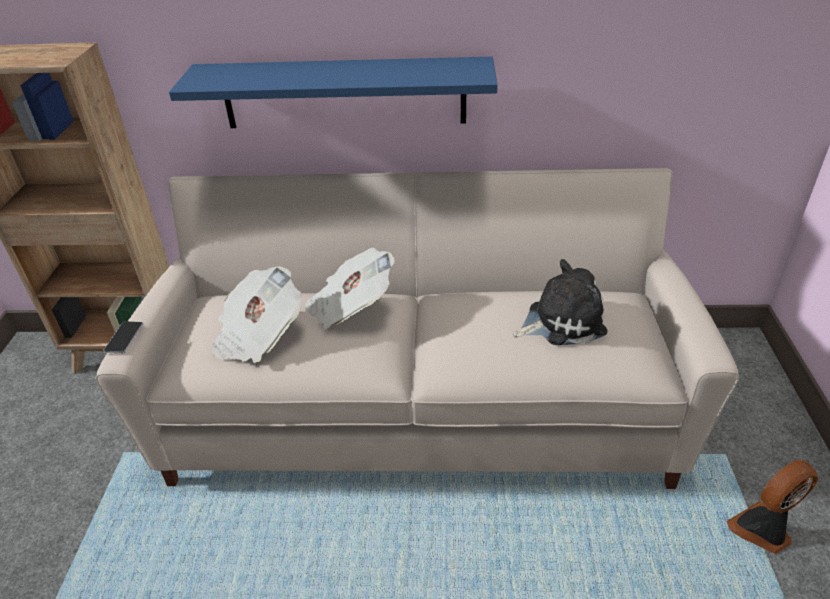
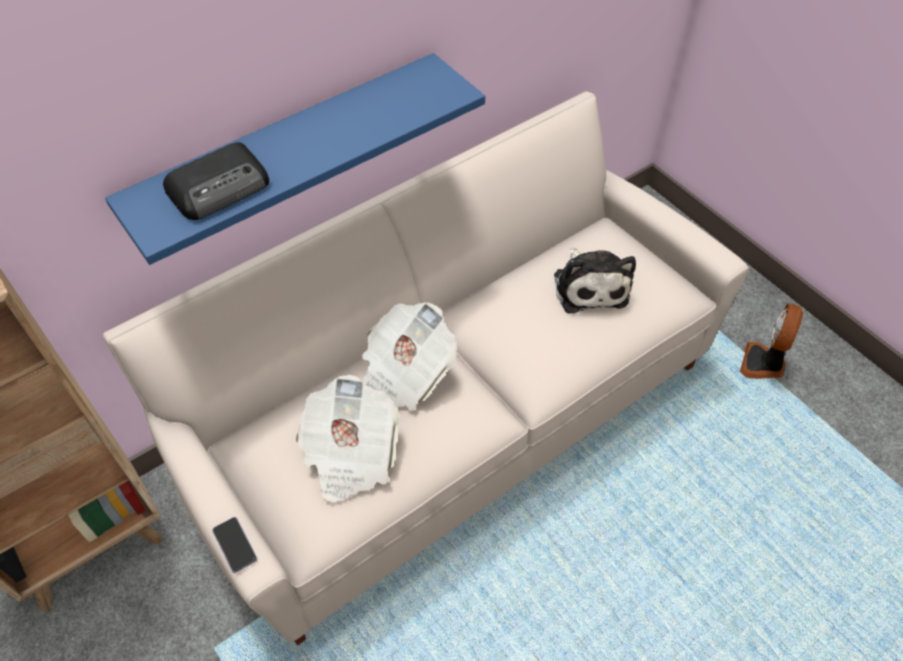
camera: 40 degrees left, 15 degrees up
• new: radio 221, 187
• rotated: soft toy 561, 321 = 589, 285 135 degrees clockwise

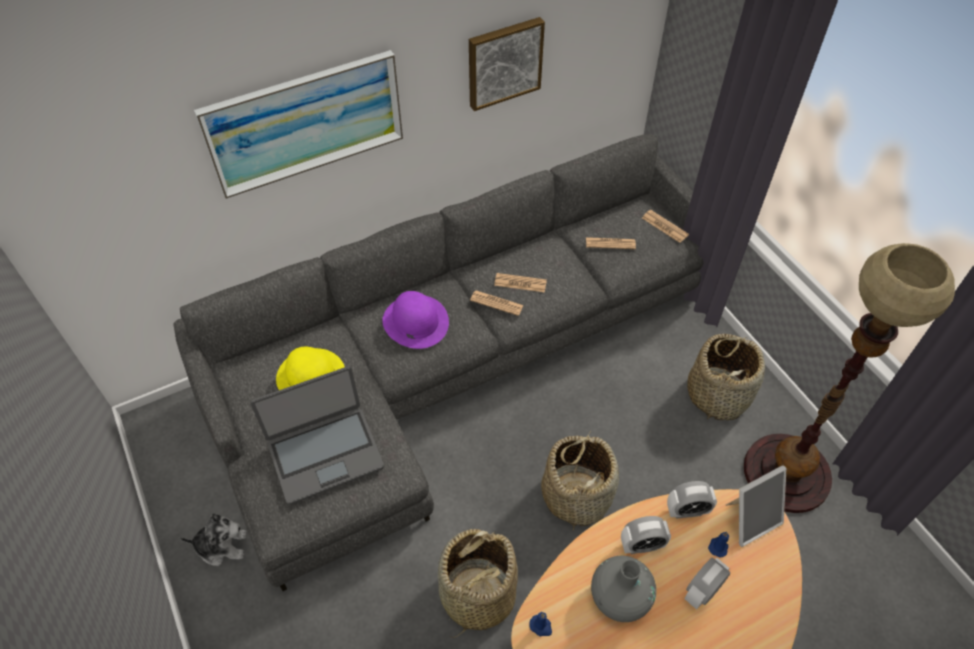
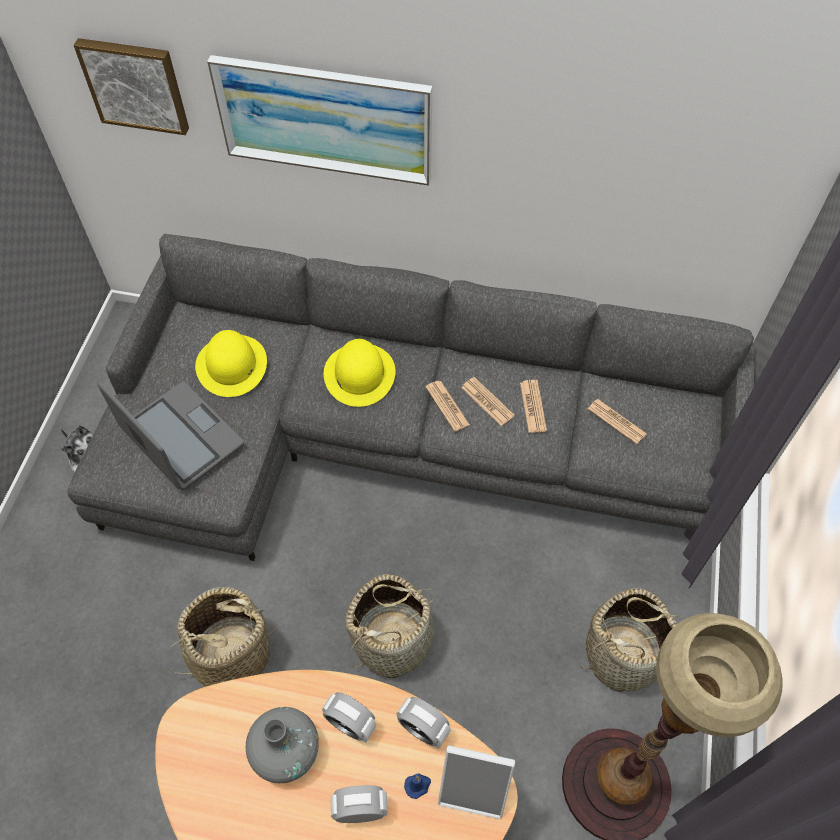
camera: 40 degrees right, 5 degrees up
• shifted: picture 504, 62 to 135, 84
• rotated: portable computer 325, 454 = 181, 438 150 degrees counterclockwise
• repainted: purple-coloured hat 415, 321 to yellowish hat 359, 373
• shifted: daily paper 664, 226 to 533, 406
• gone: blue wax light 541, 626

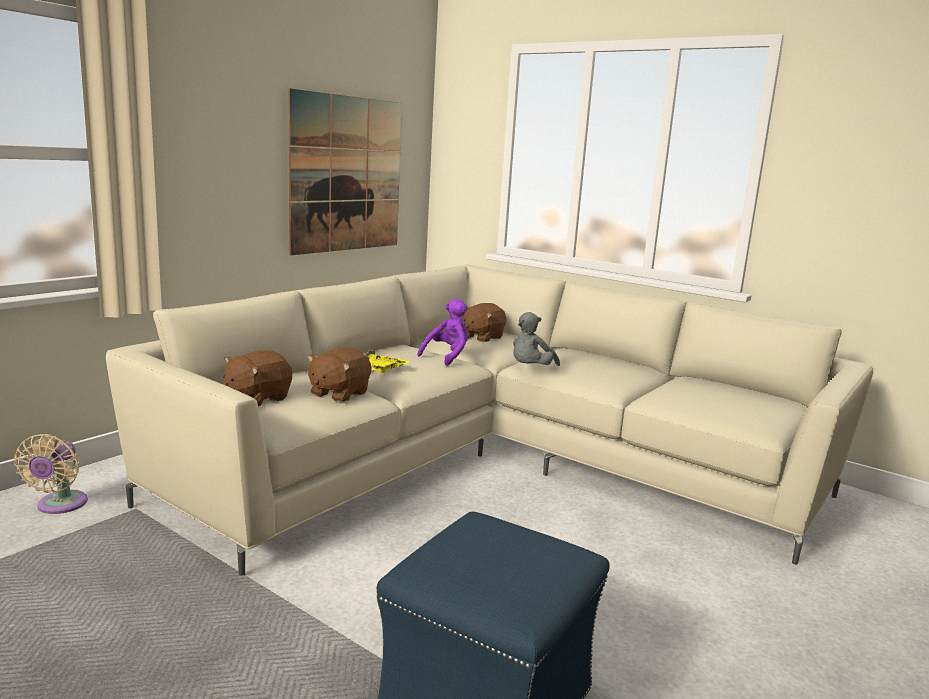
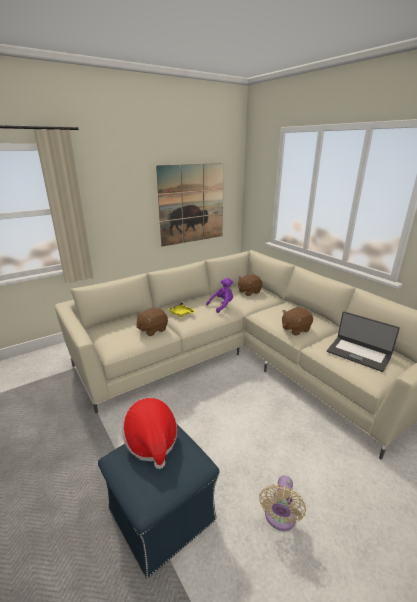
camera: 20 degrees right, 10 degrees up
• new: hat 151, 442
• shifted: beige-coloured cooling fan 59, 505 to 279, 518
• shifted: brown-coloured soft toy 257, 398 to 295, 329
• new: portable computer 358, 353
• gone: grey soft toy 530, 369

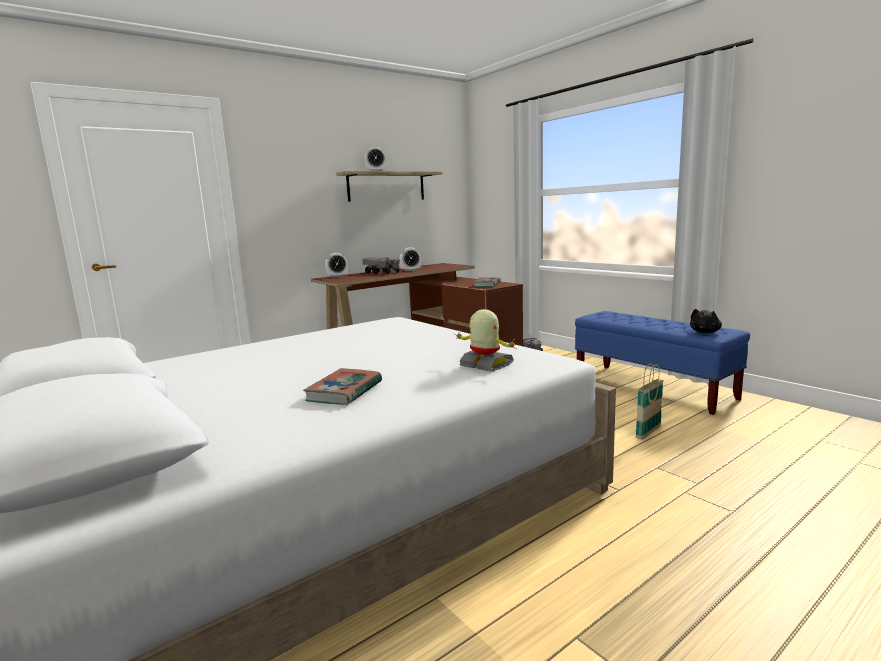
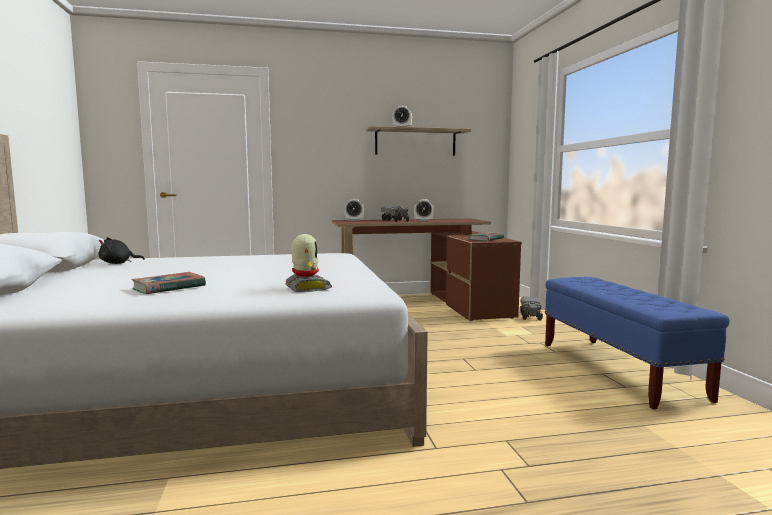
camera: 25 degrees right, 5 degrees down
• shifted: black-coloured soft toy 705, 332 to 118, 263
• gone: household basket 648, 432

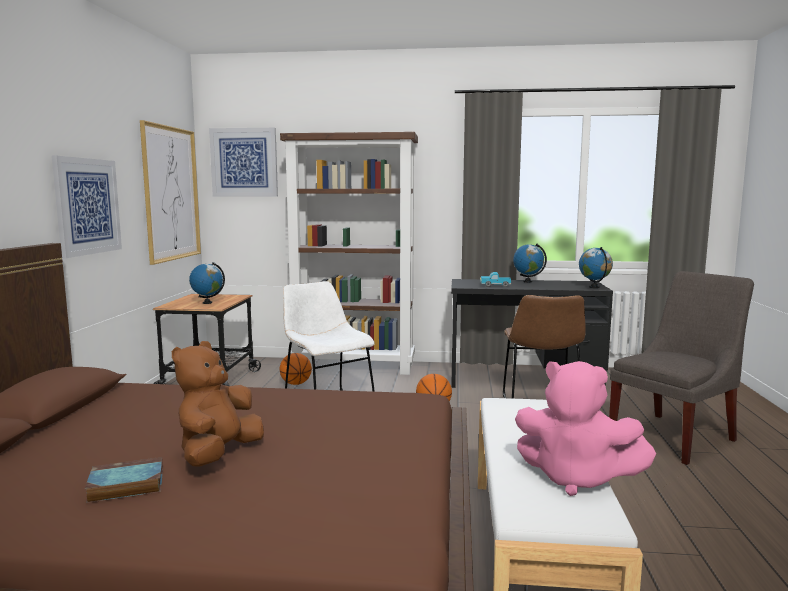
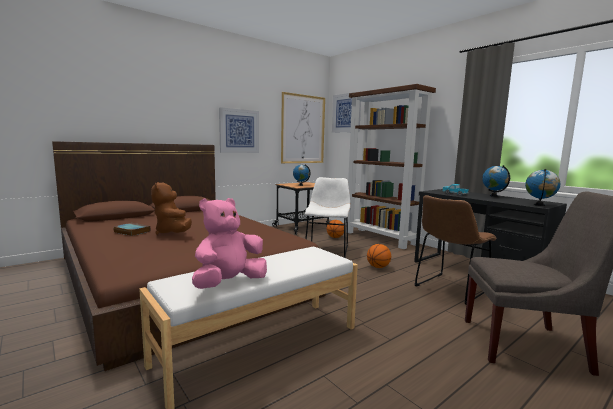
camera: 45 degrees right, 0 degrees up
• rotated: brown-coloured soft toy 218, 455 = 173, 233 90 degrees counterclockwise
• rotated: pinkish soft toy 576, 478 = 229, 283 60 degrees clockwise

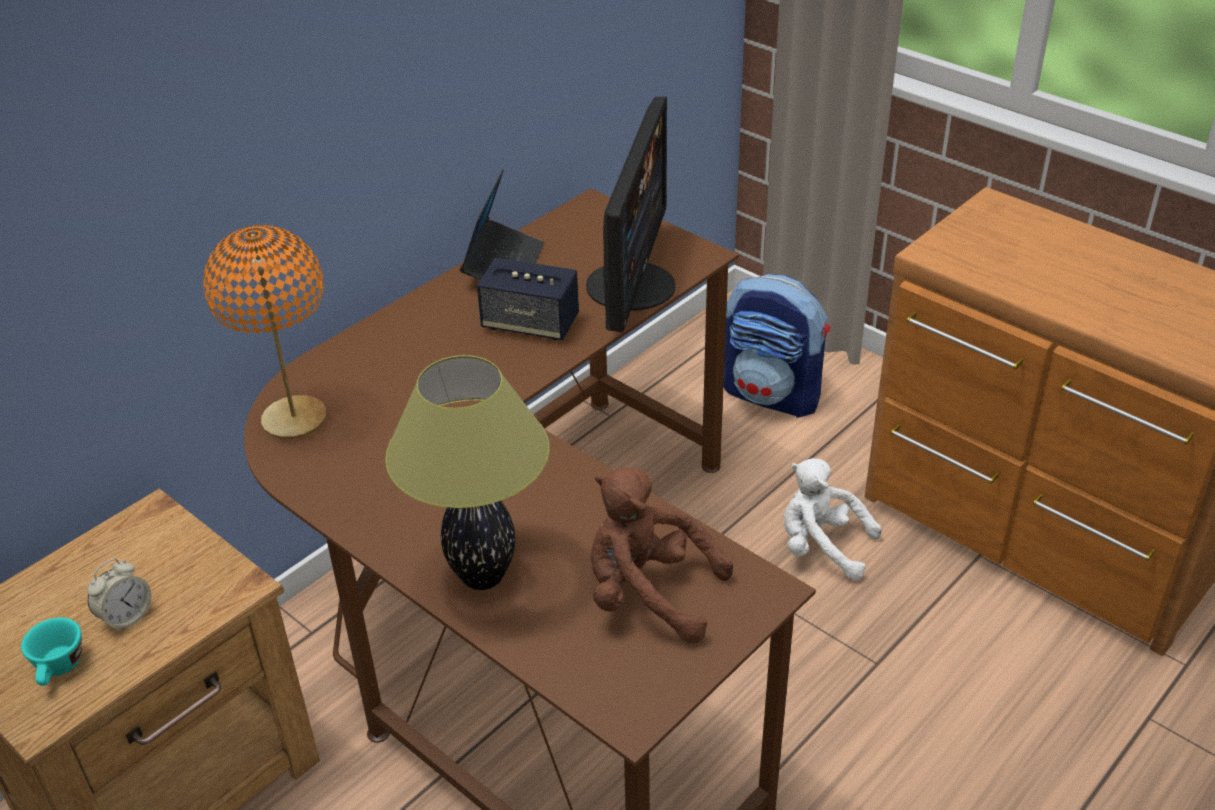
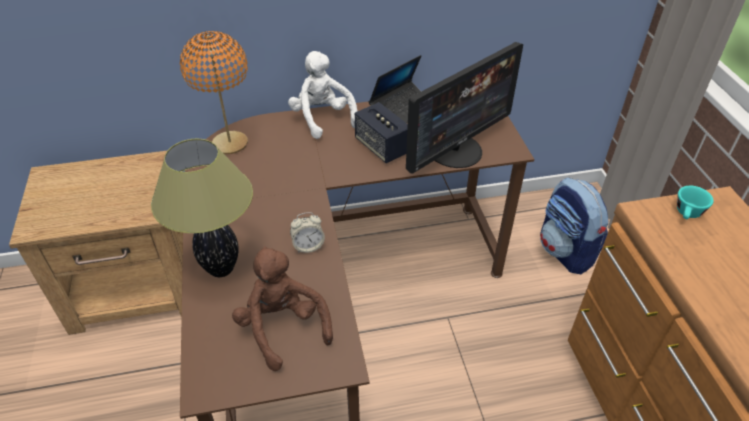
camera: 35 degrees right, 5 degrees up
• shifted: white soft toy 821, 547 to 322, 118
• shifted: alarm clock 126, 617 to 308, 246
• shifted: blue-green small cup 59, 669 to 687, 214

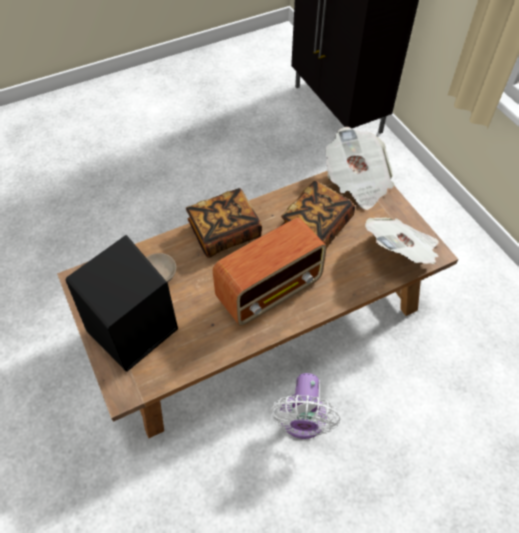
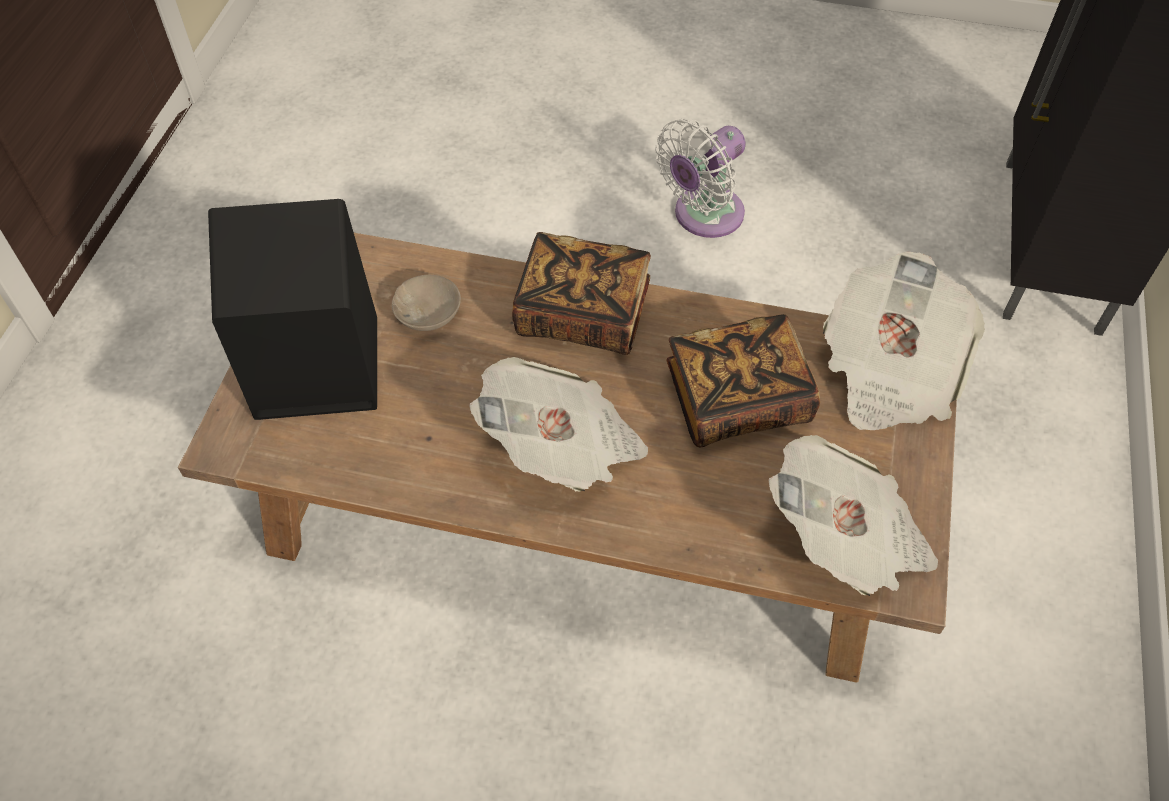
camera: 40 degrees right, 0 degrees up
• swapped: radio 270, 290 to daily paper 563, 448
• shifted: white cooling fan 302, 421 to 703, 216

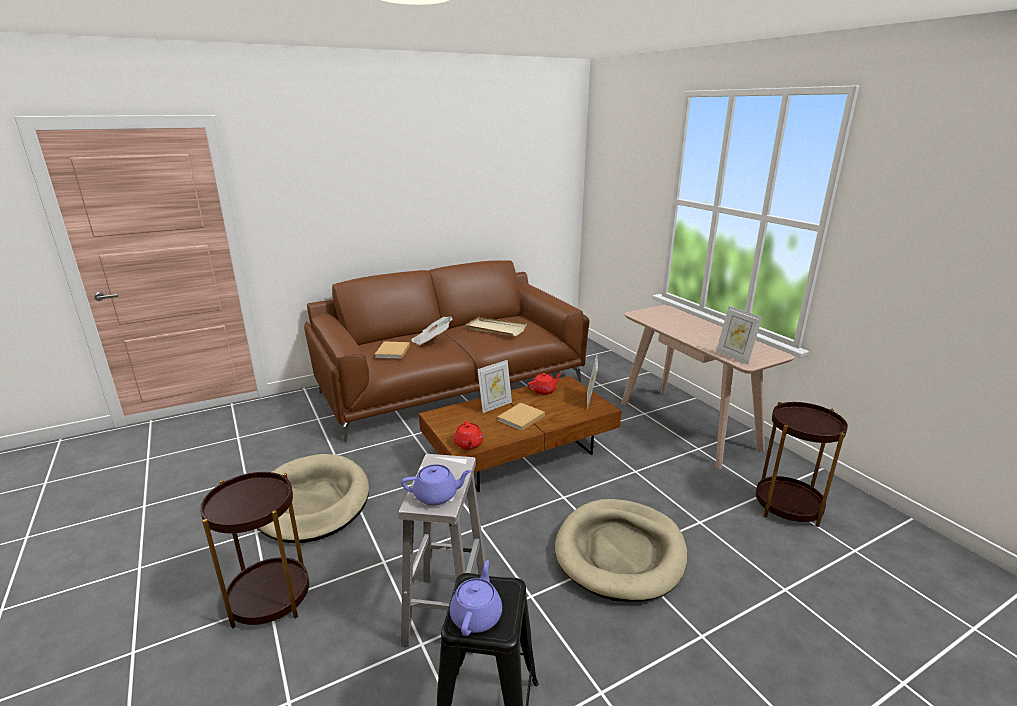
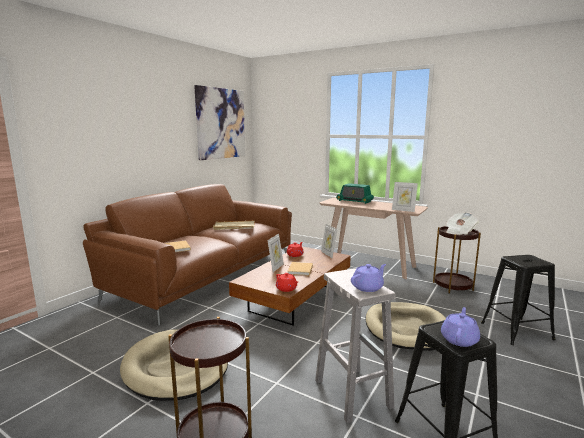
camera: 30 degrees left, 10 degrees down
• new: picture 221, 123
• new: radio 354, 201
• rotated: purple-coloured tea pot 477, 615 = 459, 339 45 degrees clockwise
• shifted: daily paper 431, 341 to 459, 232
• new: black-coloured stool 516, 331

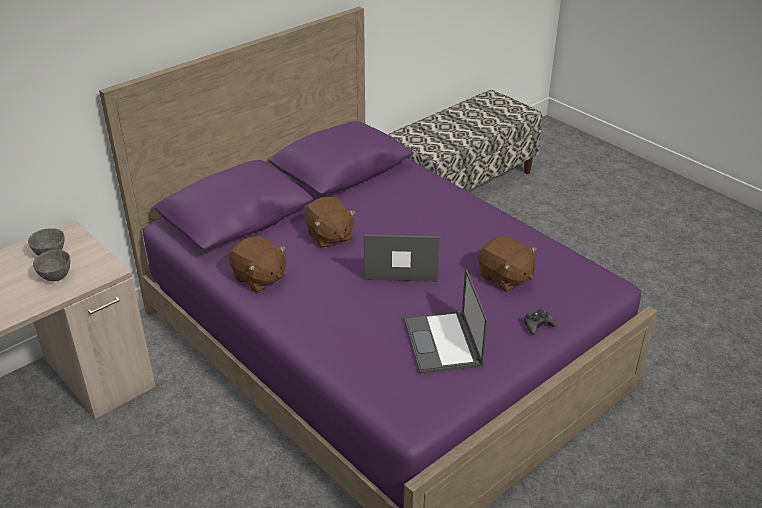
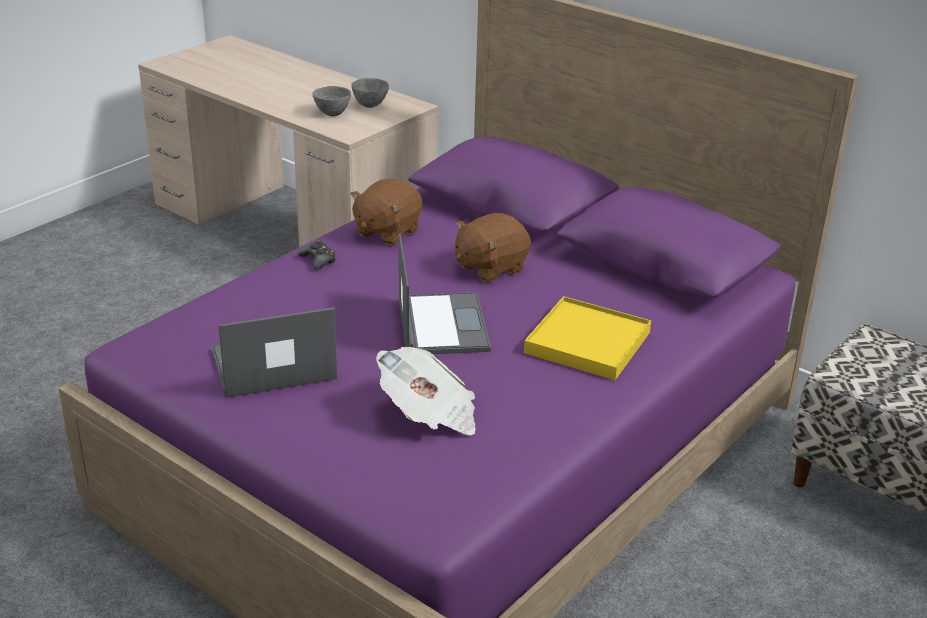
camera: 80 degrees right, 5 degrees down
• shifted: black-coloured game controller 538, 325 to 318, 260
• swapped: brown-coloured soft toy 505, 278 to daily paper 429, 414
• new: yellowish carrying tray 587, 343

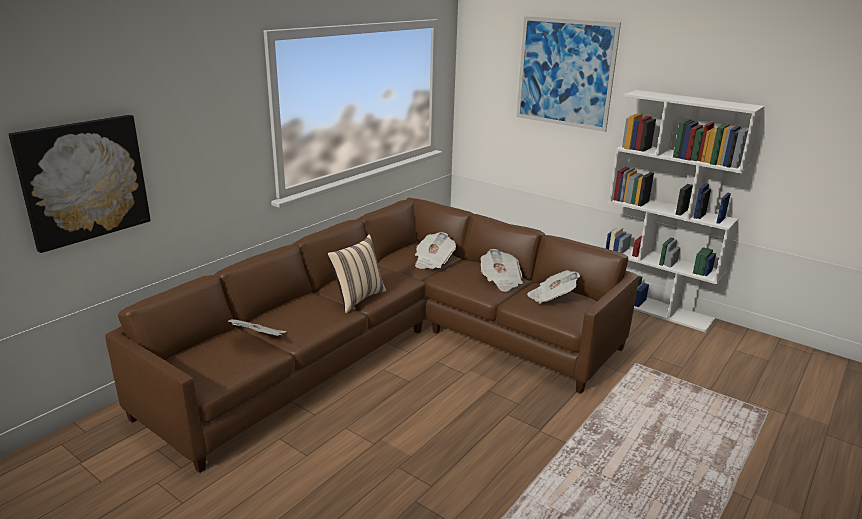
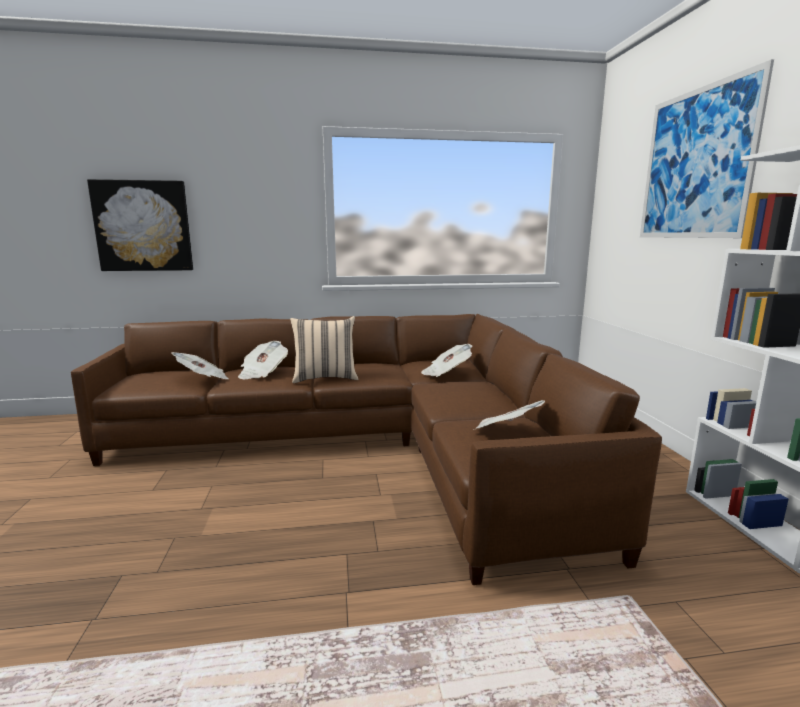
camera: 45 degrees right, 10 degrees down
• shifted: daily paper 500, 281 to 262, 373

